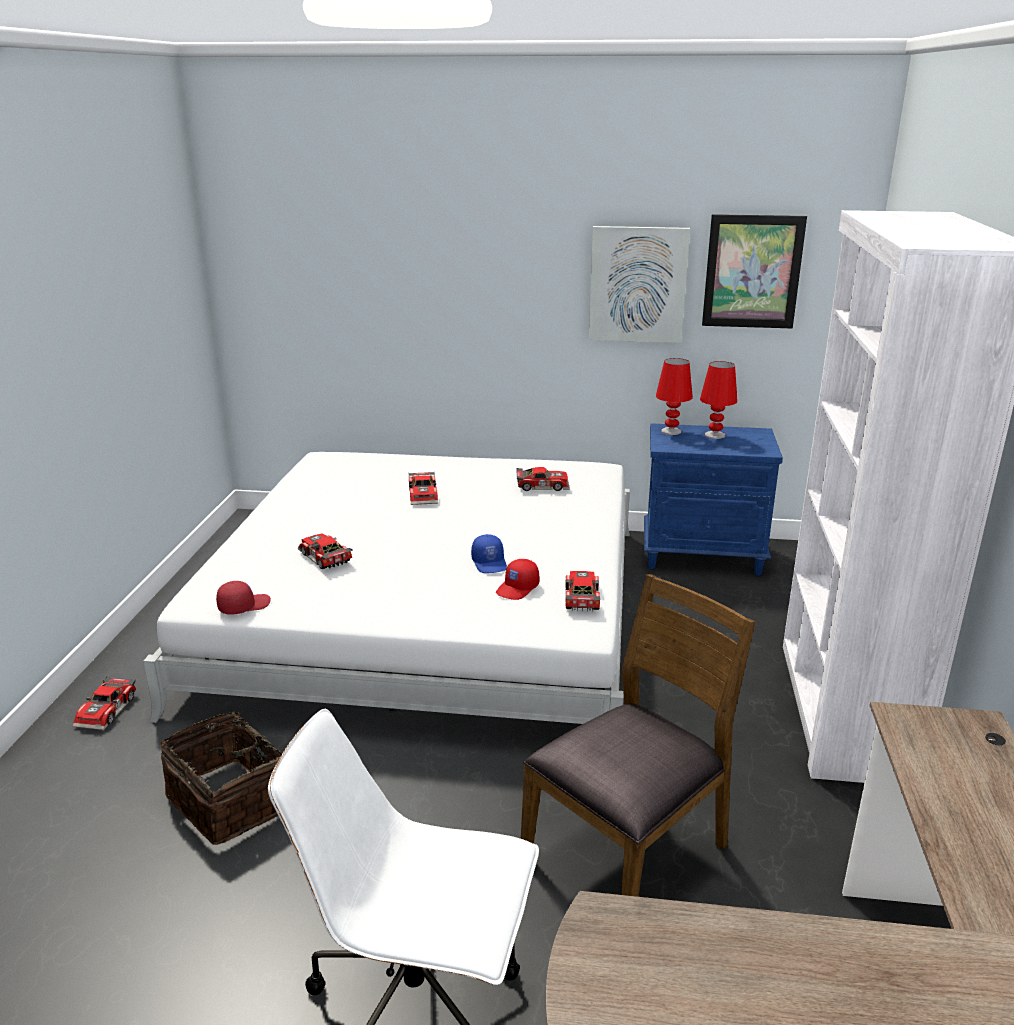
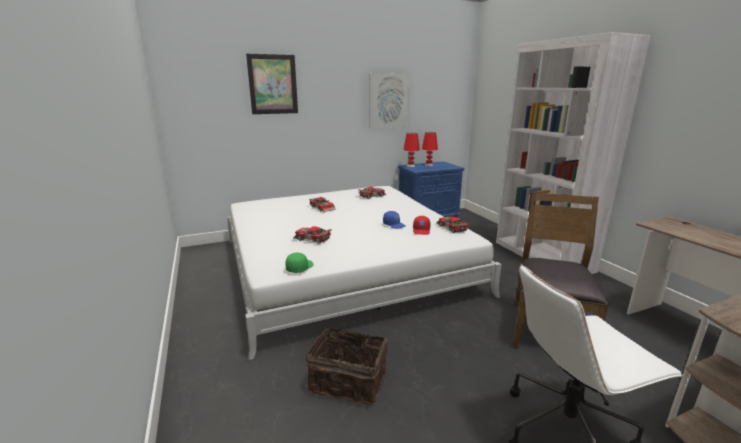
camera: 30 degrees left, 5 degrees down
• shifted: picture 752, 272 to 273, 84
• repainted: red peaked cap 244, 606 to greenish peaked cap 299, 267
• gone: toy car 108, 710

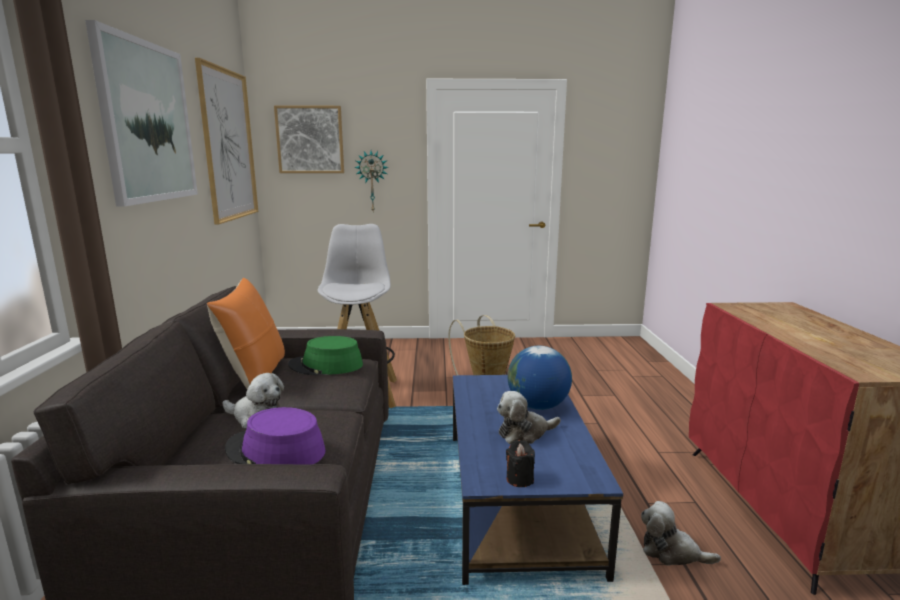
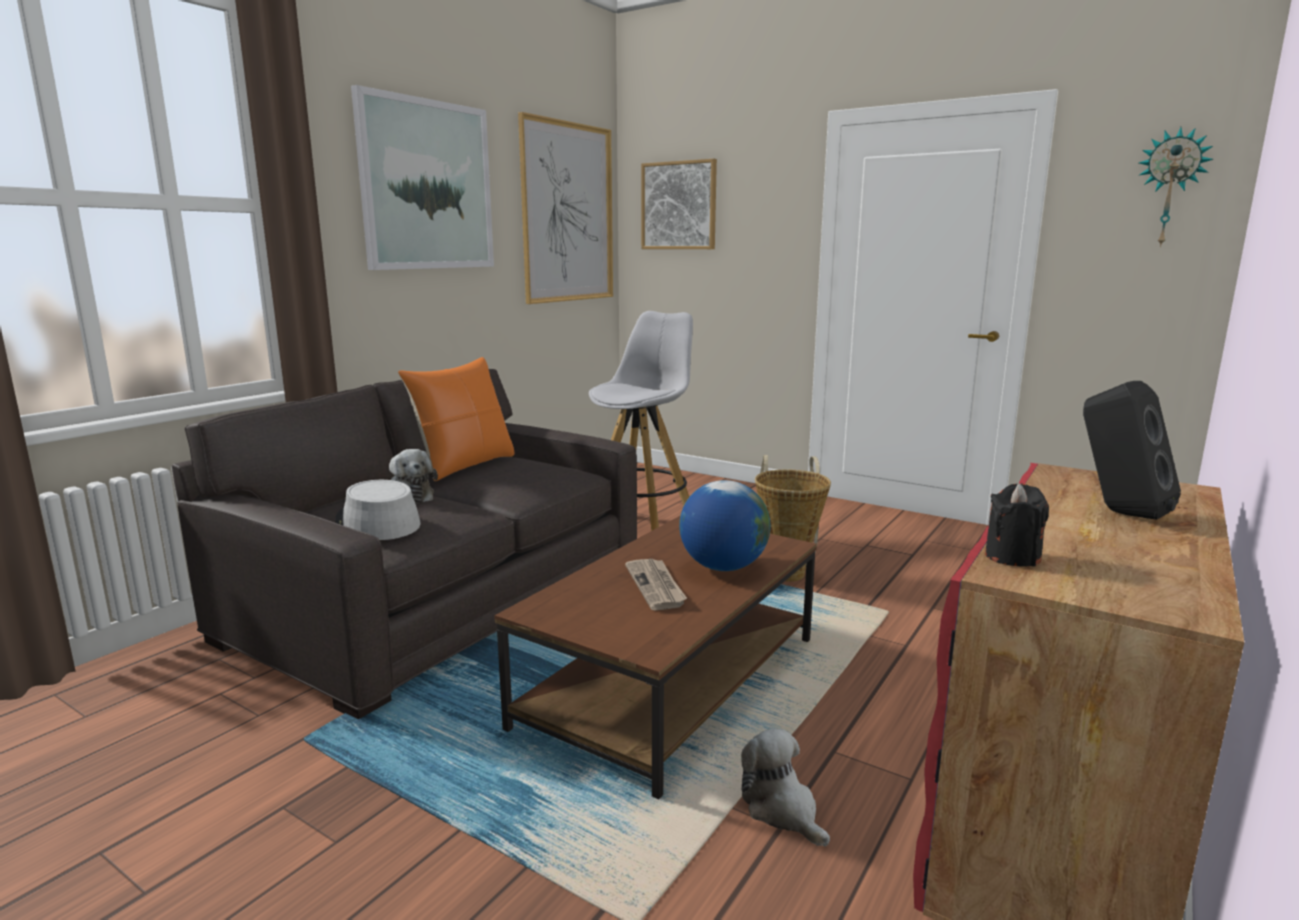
camera: 35 degrees right, 0 degrees up
• repainted: purple-coloured hat 275, 451 to grey hat 377, 522
• repainted: blue lounge table 516, 496 to brown-coloured lounge table 672, 680
• swapped: soft toy 524, 433 to daily paper 656, 586
• shifted: black-coloured wax light 519, 479 to 1012, 557
• new: black-coloured speaker 1118, 512
• shifted: clock on the wall 372, 181 to 1170, 188
• gone: greenish hat 326, 366

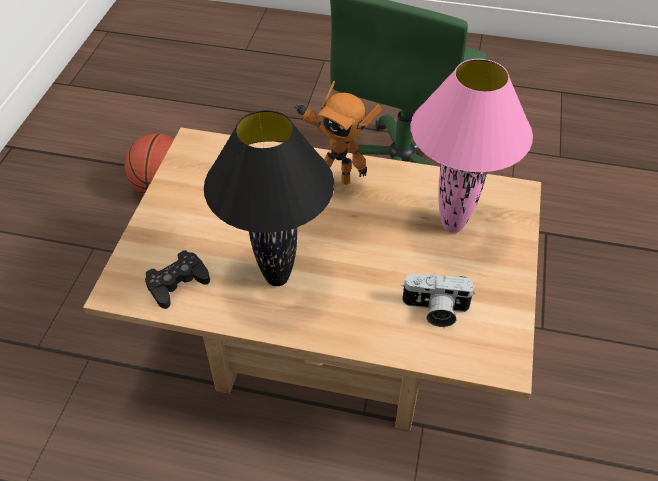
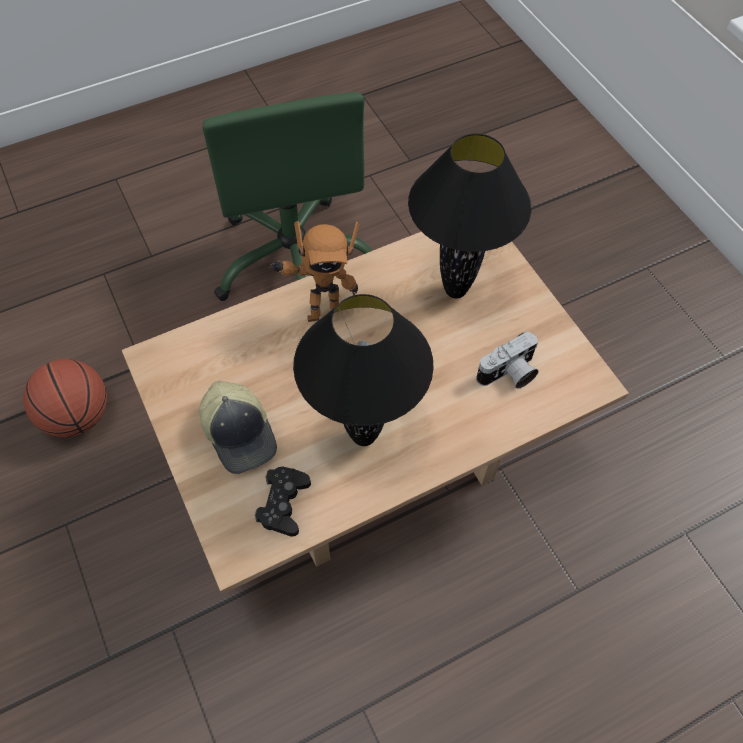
camera: 40 degrees left, 10 degrees up
• new: peaked cap 241, 433
• repainted: pinkish lamp for a table 451, 226 to black-coloured lamp for a table 455, 291

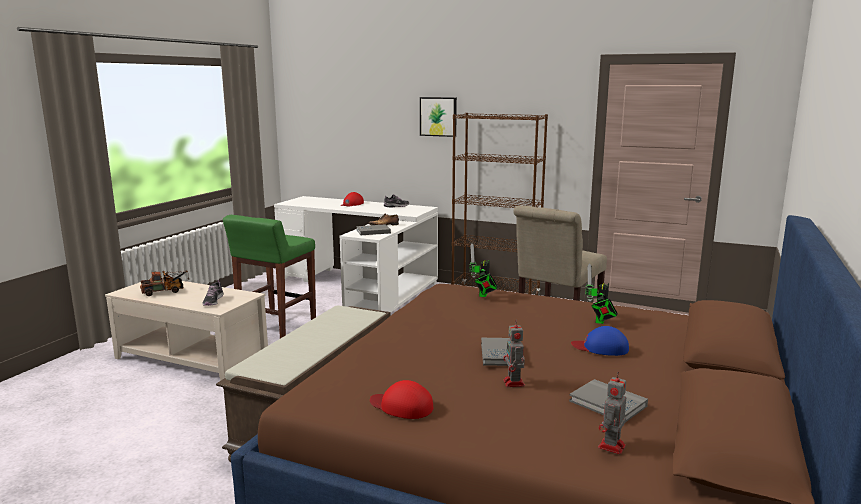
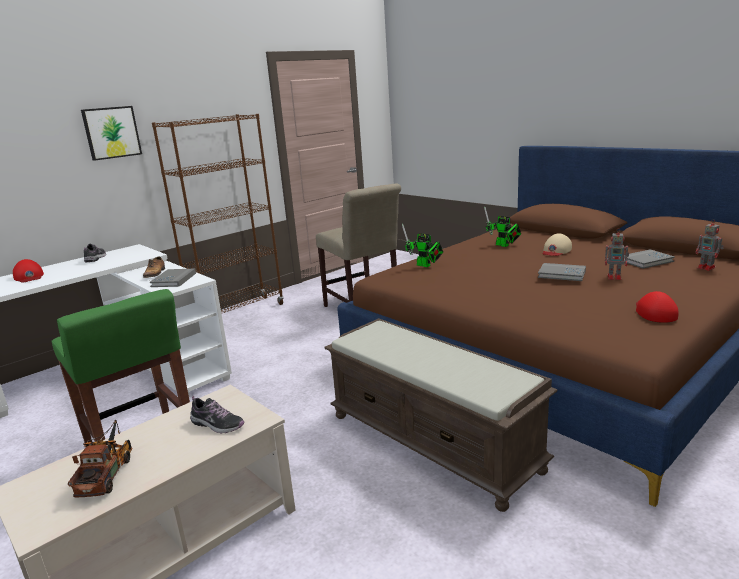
camera: 65 degrees left, 5 degrees up
• repainted: blue peaked cap 600, 347 to beige-coloured peaked cap 556, 250
• rotated: red peaked cap 402, 406 = 654, 312 135 degrees clockwise

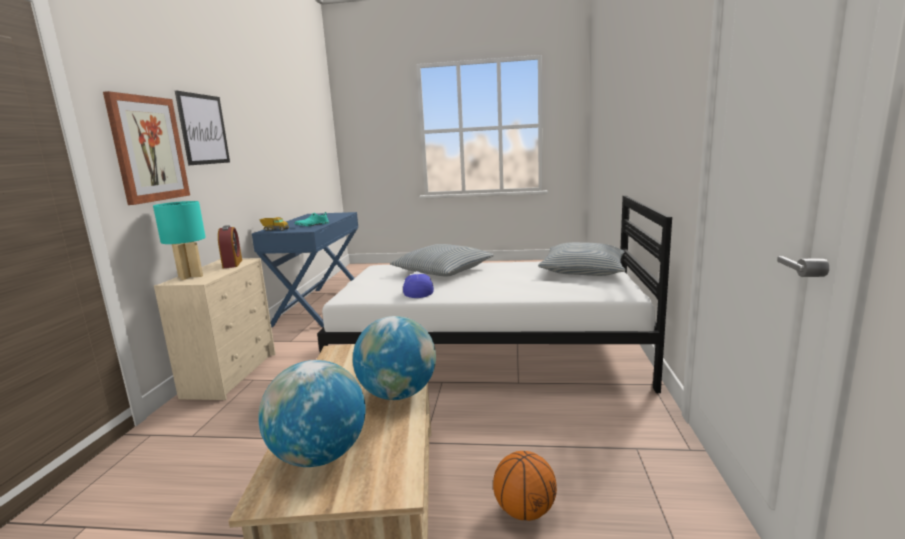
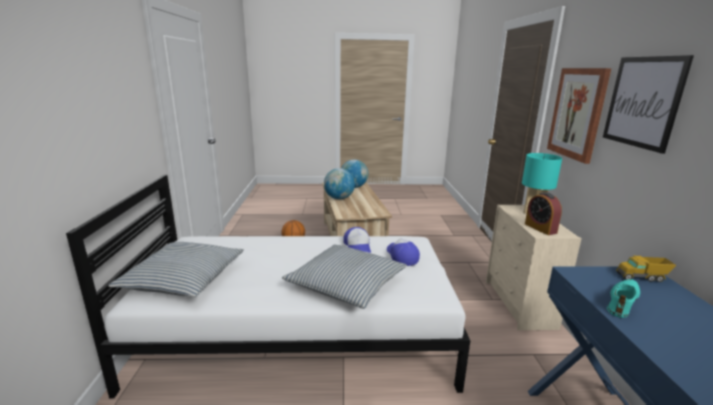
camera: 170 degrees right, 5 degrees up
• new: peaked cap 401, 256

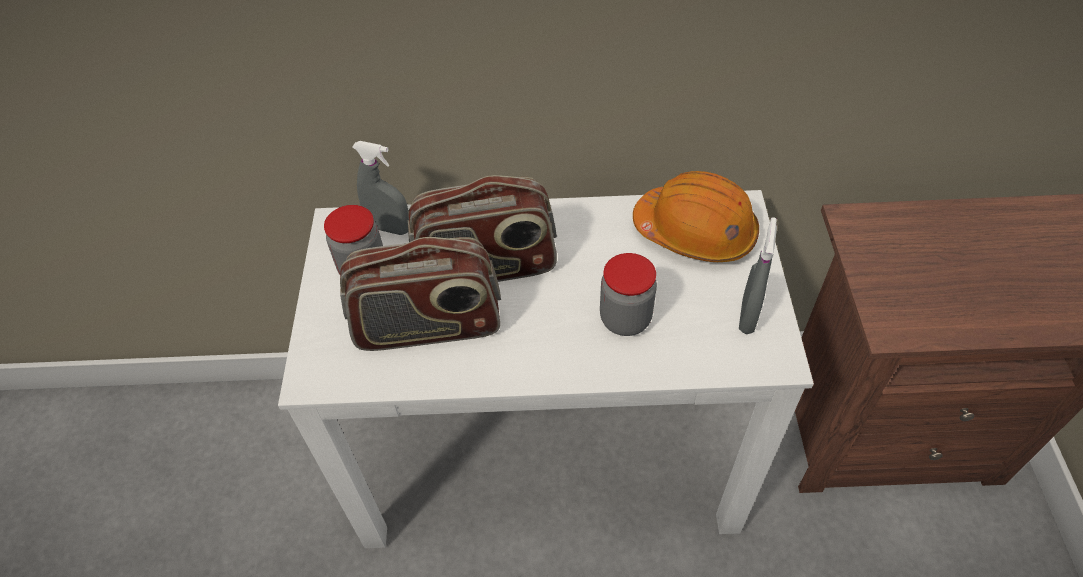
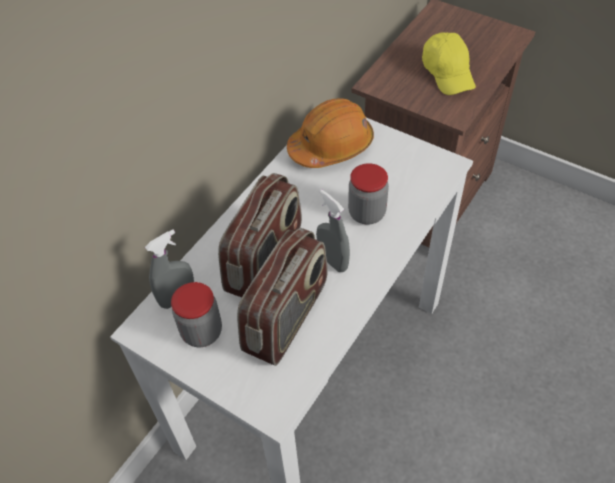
camera: 55 degrees left, 0 degrees up
• shifted: grey spray bottle 747, 316 to 332, 261
• new: yellowish peaked cap 448, 73

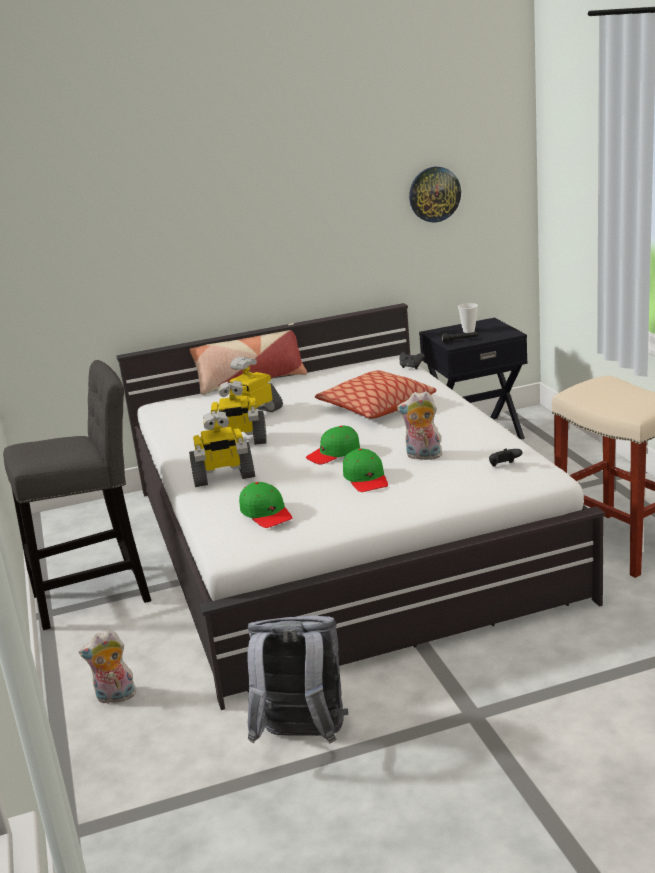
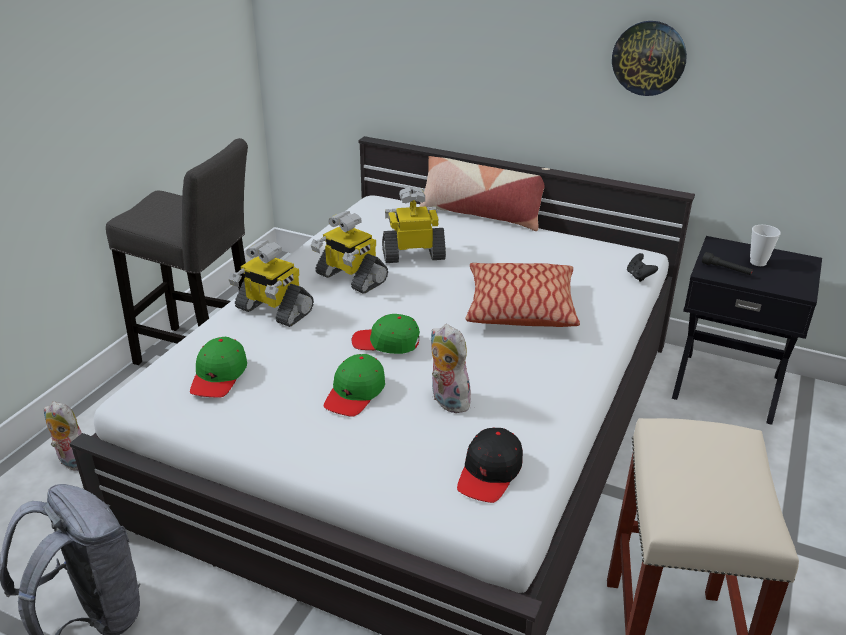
camera: 40 degrees right, 10 degrees up
• swapped: black-coloured game controller 504, 466 to black-coloured peaked cap 490, 473
• shifted: clock on the wall 434, 194 to 649, 58

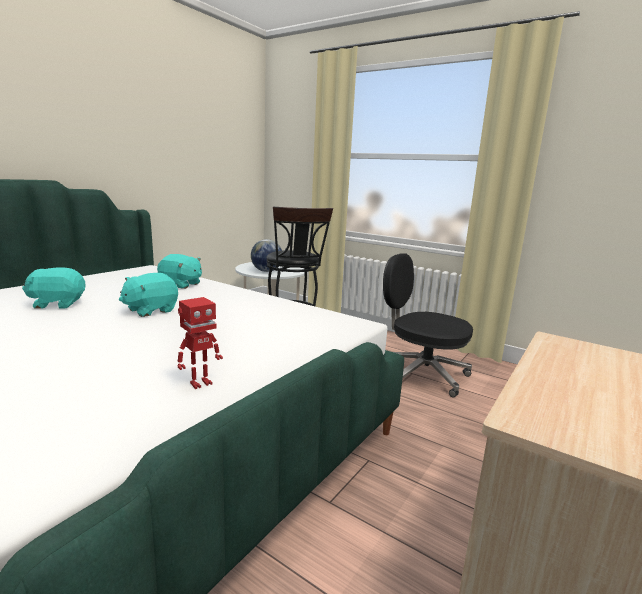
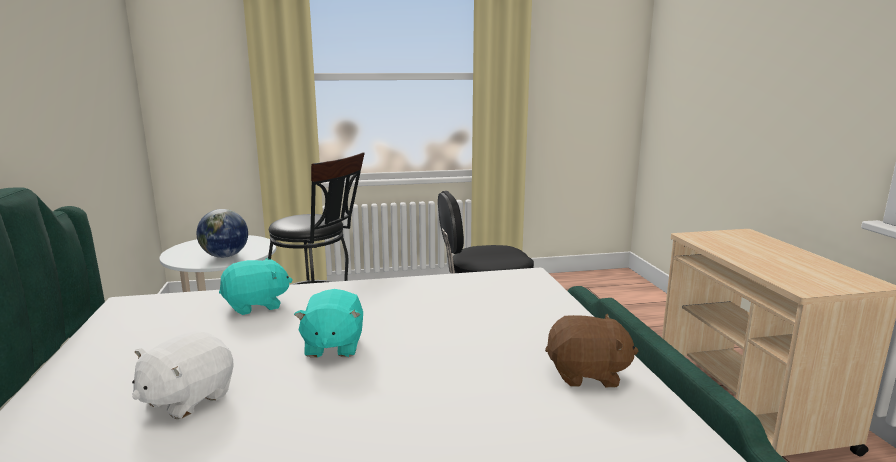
camera: 45 degrees left, 0 degrees up
• repainted: blue-green soft toy 58, 304 to white soft toy 187, 398
• swapped: model robot 200, 383 to brown-coloured soft toy 587, 374

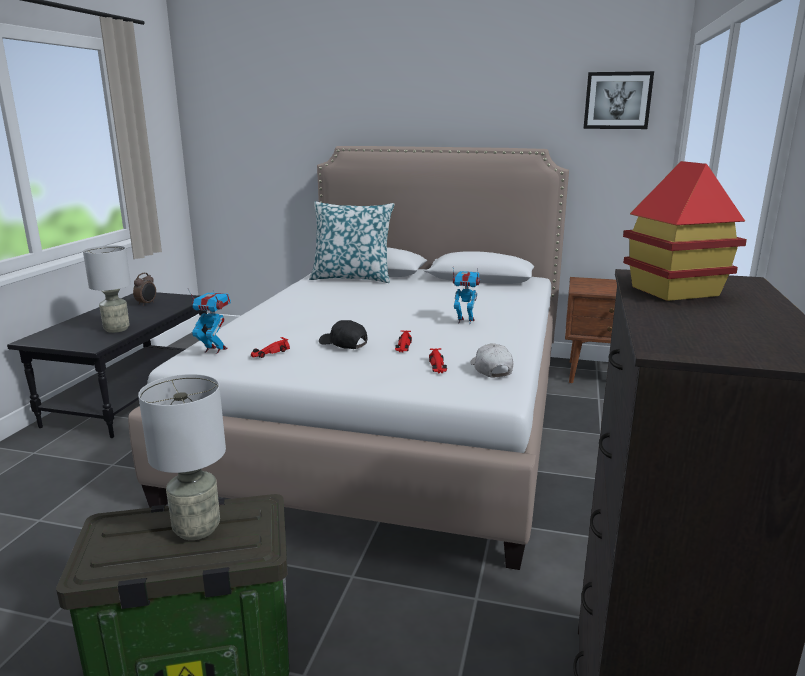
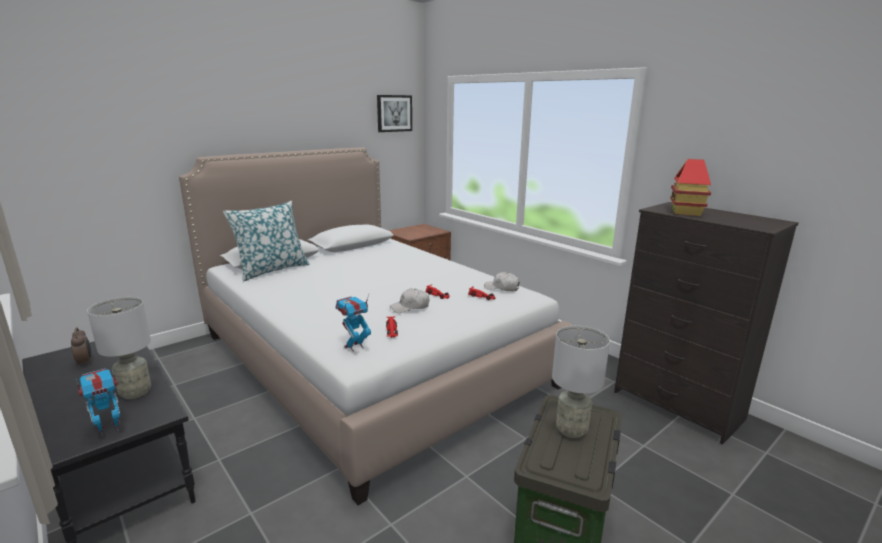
camera: 55 degrees left, 0 degrees up
• shifted: model robot 465, 321 to 109, 429
• repainted: black-coloured peaked cap 343, 344 to white peaked cap 410, 307

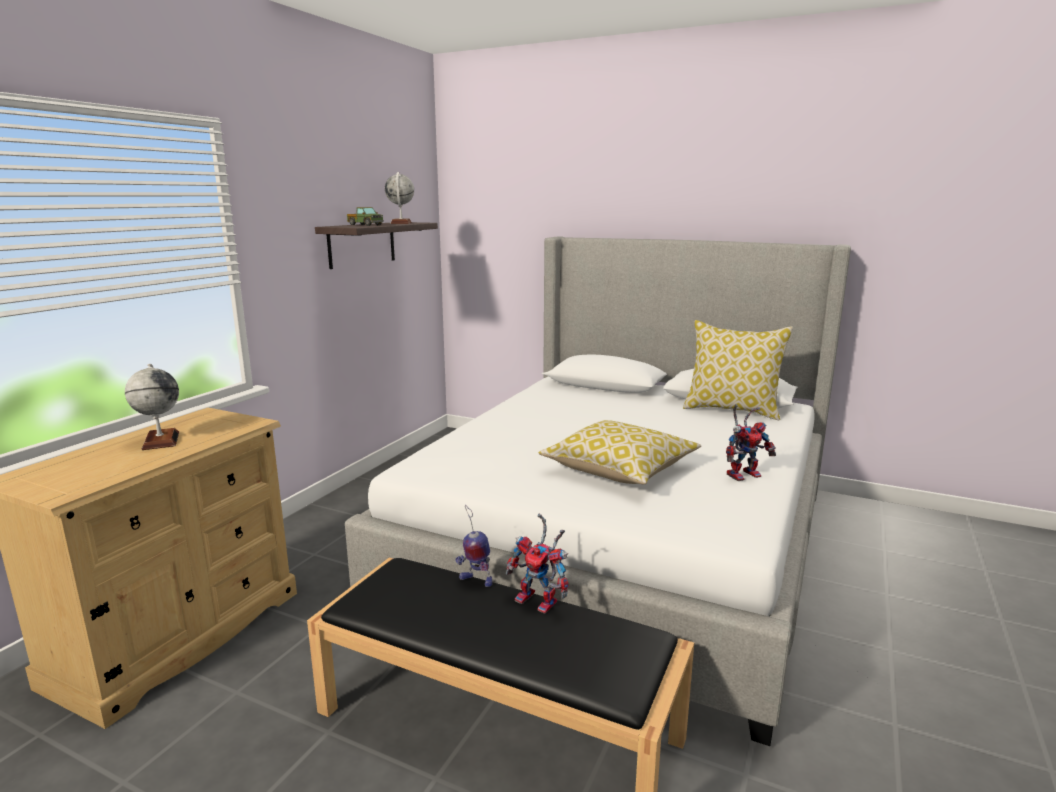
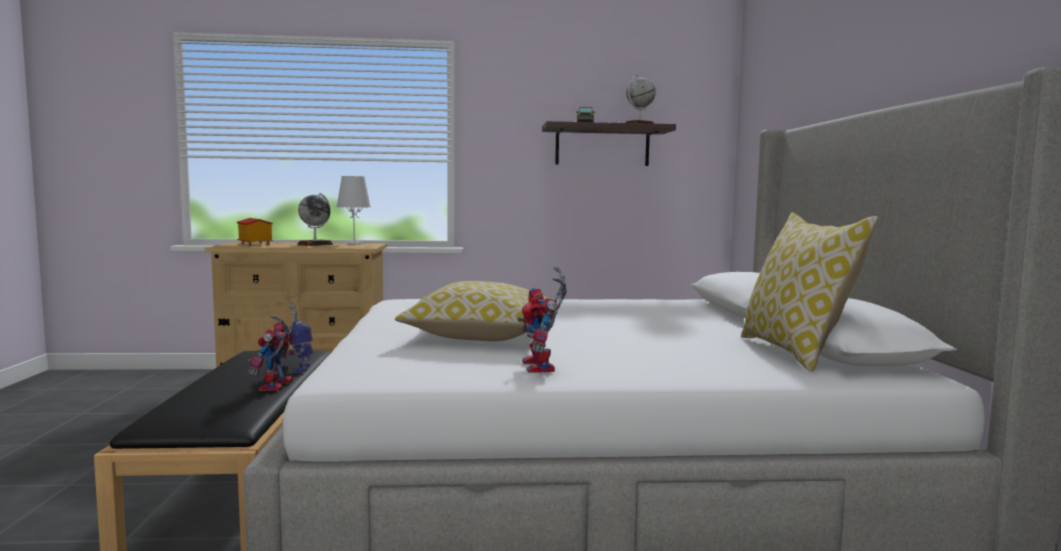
camera: 60 degrees right, 10 degrees down
• new: model house 254, 244
• new: white lamp for a table 354, 243
• rotated: model robot 744, 474 = 542, 368 45 degrees clockwise

